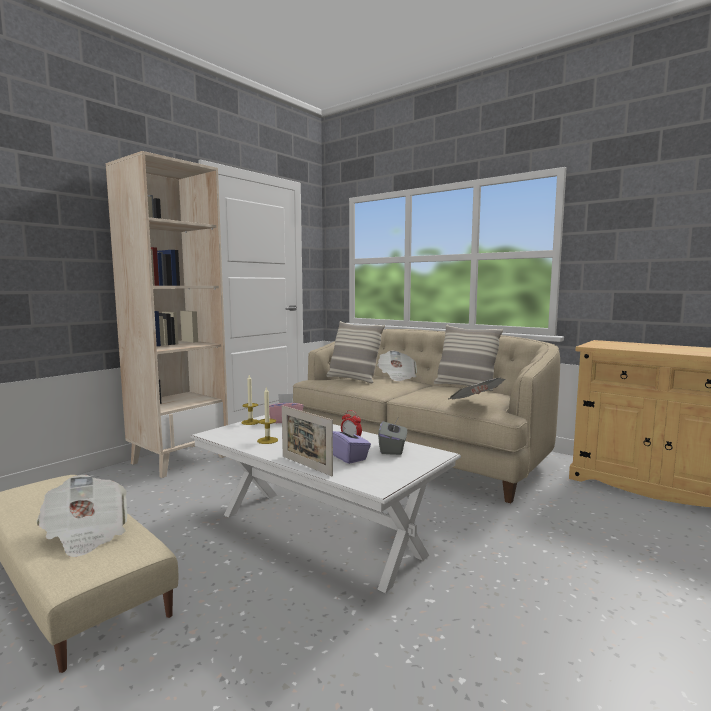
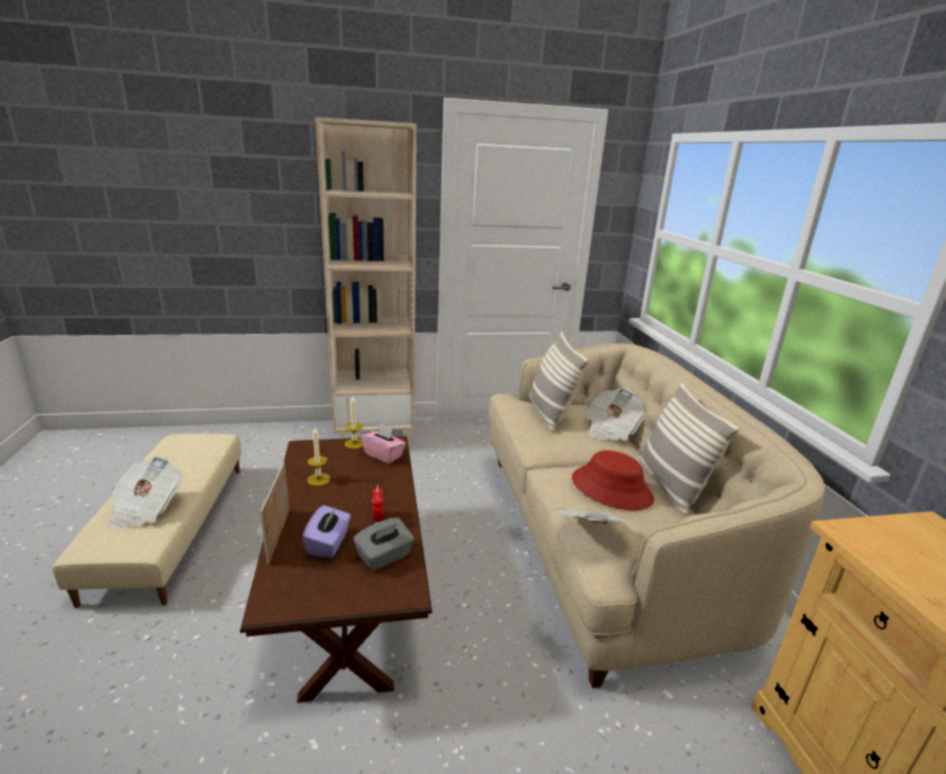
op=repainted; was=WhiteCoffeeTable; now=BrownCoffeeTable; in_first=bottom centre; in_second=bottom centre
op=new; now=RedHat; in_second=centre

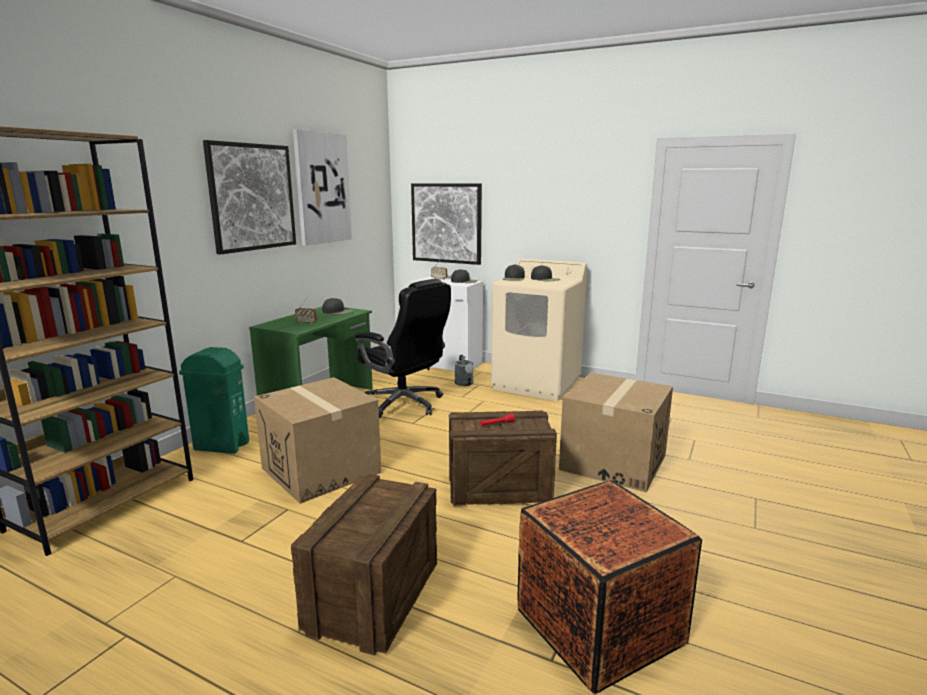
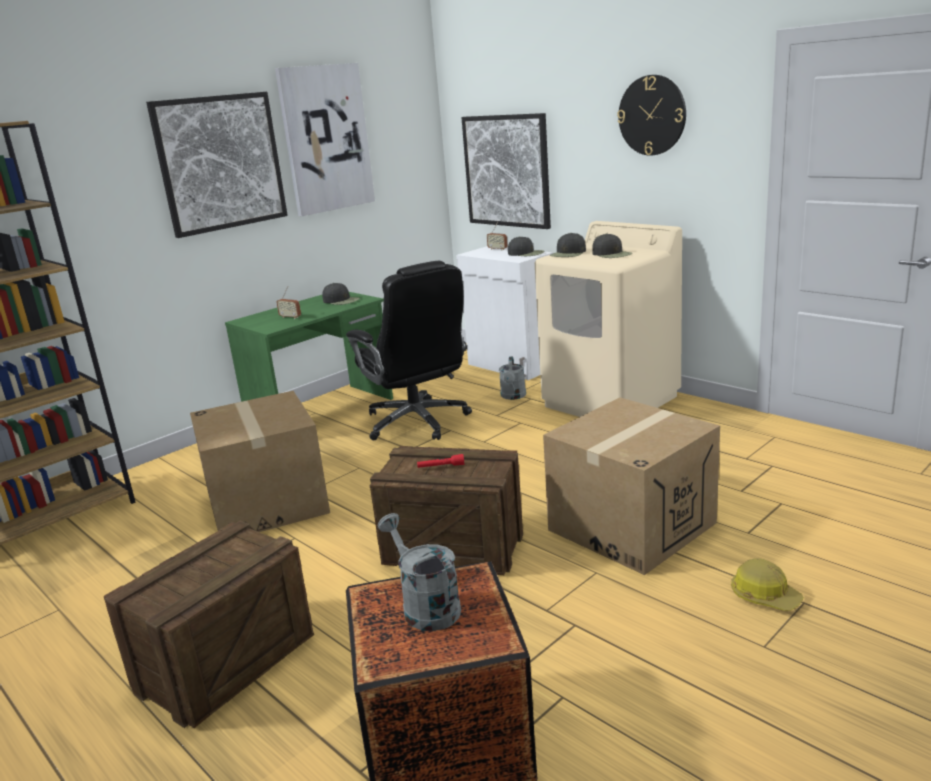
op=new; now=GreyWateringCan (no. 1 from left); in_second=bottom centre
op=new; now=WallClock; in_second=top right
op=new; now=HardHat; in_second=bottom right
op=gone; was=GreenTrashCan; in_first=middle left

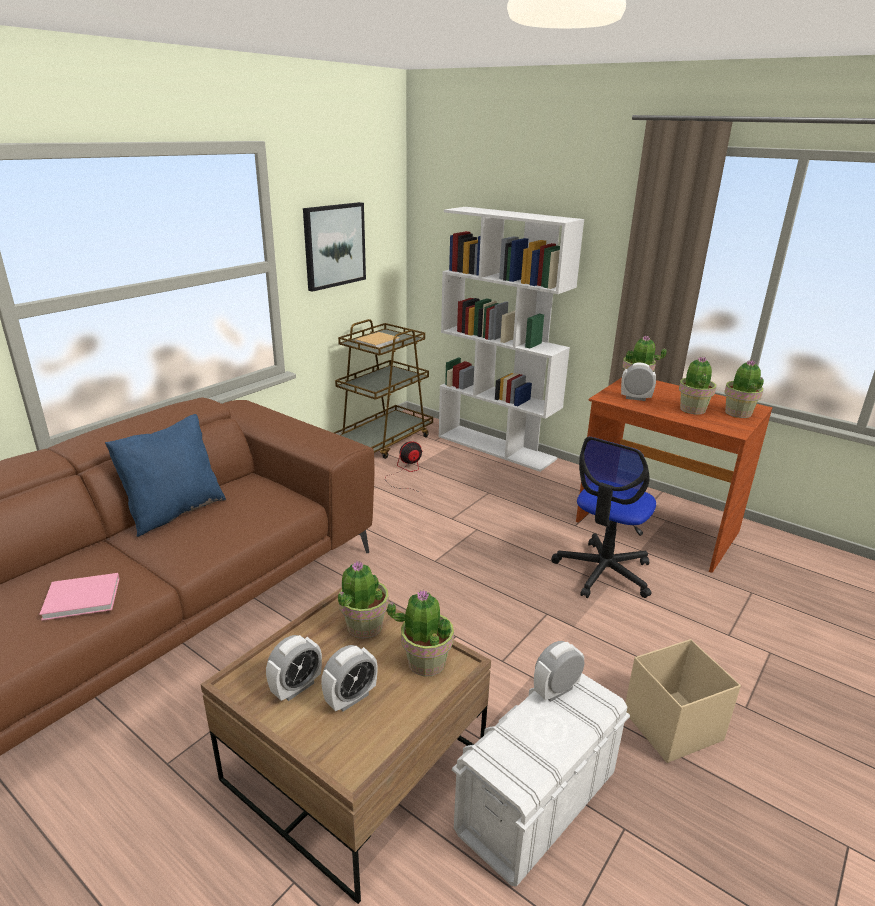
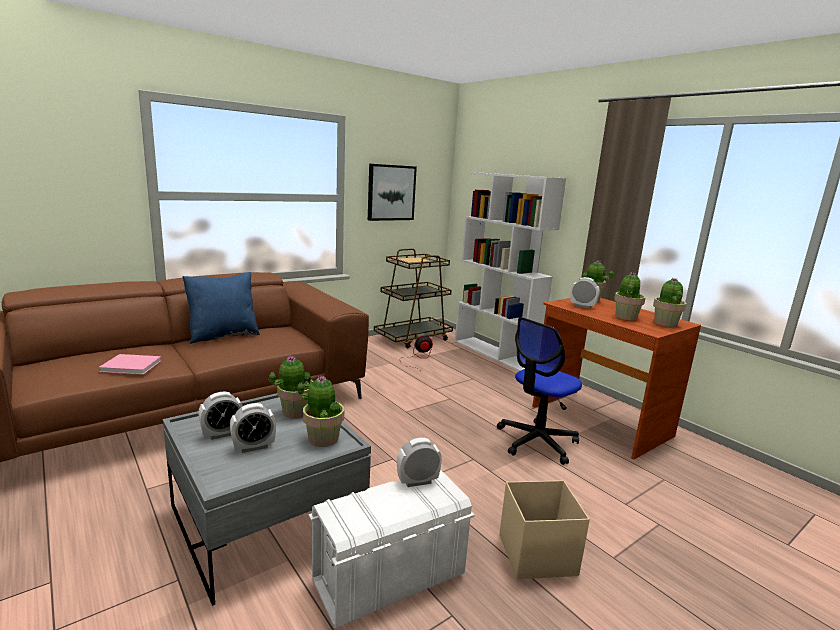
op=repainted; was=BrownCoffeeTable; now=GreyCoffeeTable; in_first=bottom centre; in_second=bottom left

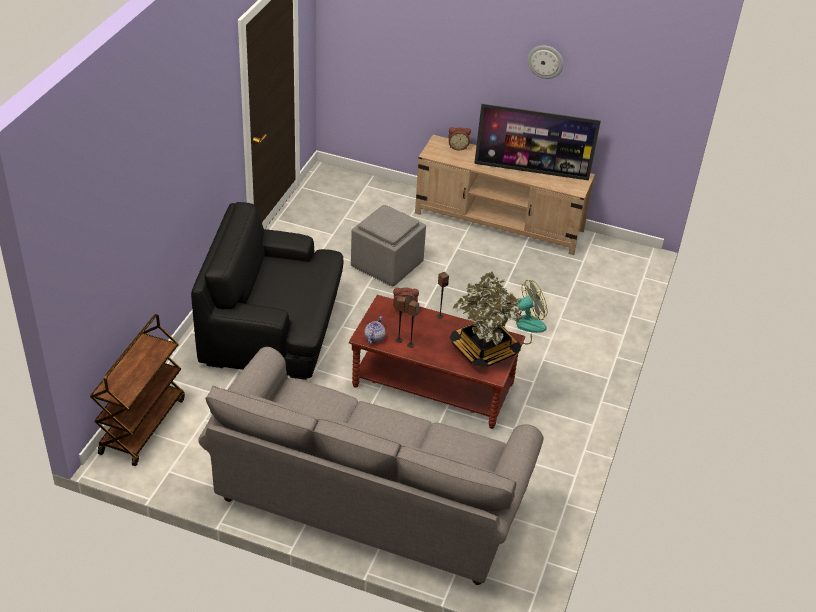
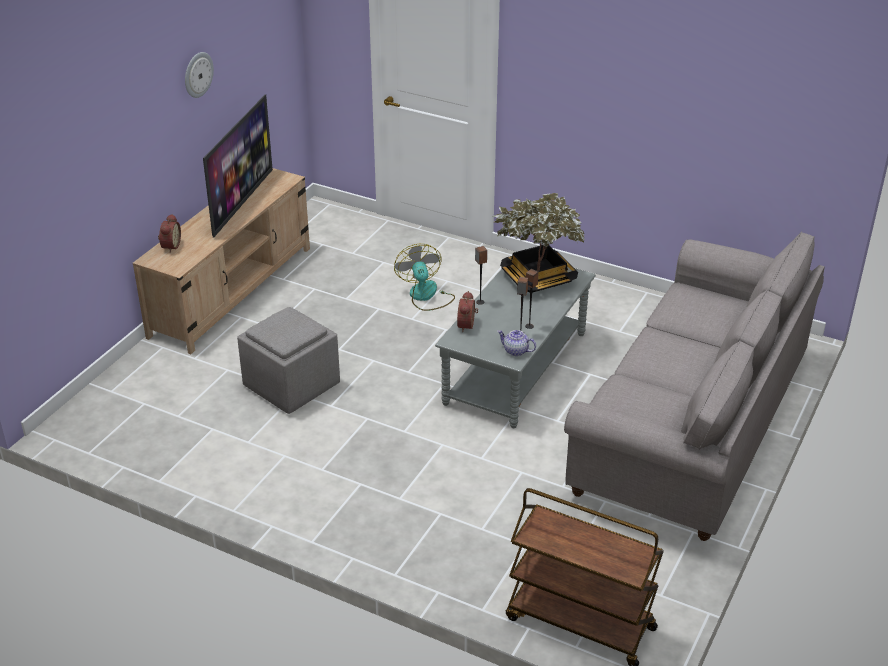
op=repainted; was=BrownCoffeeTable; now=GreyCoffeeTable; in_first=centre; in_second=centre
op=gone; was=BlackArmchair; in_first=middle left

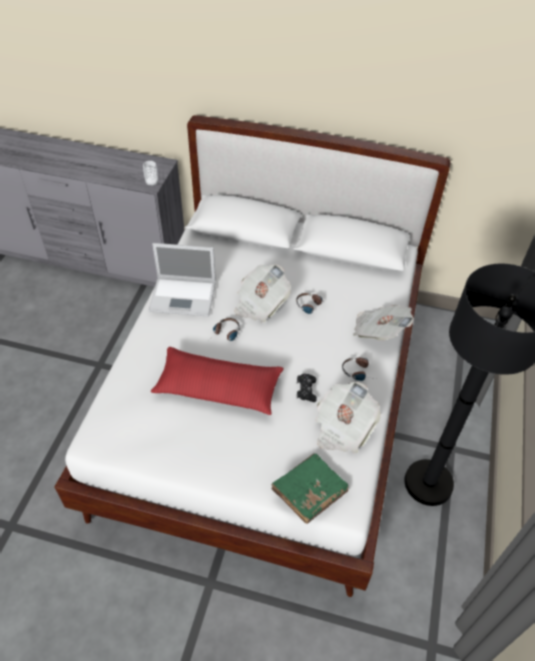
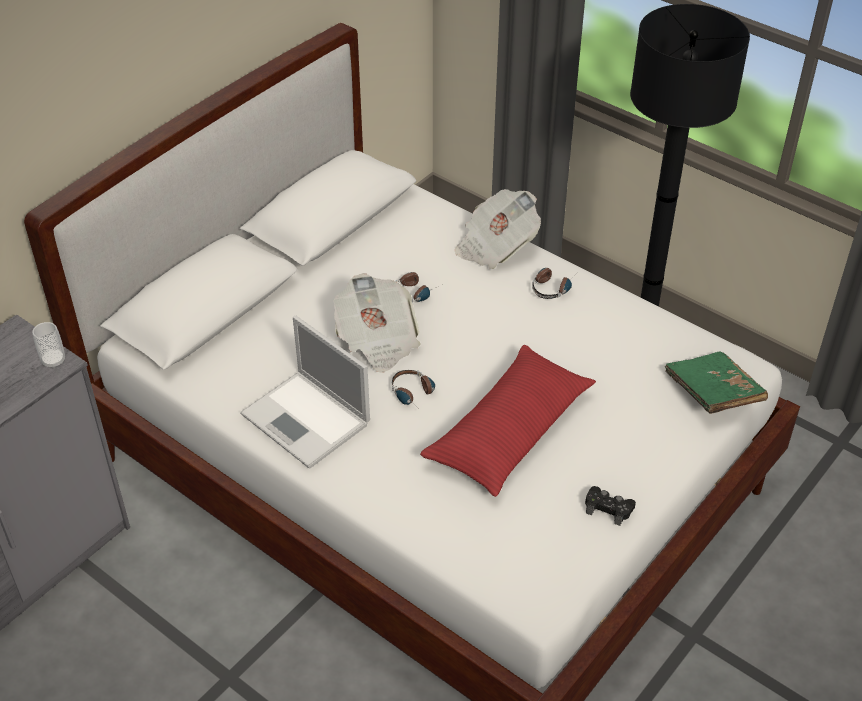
op=rotated; was=Laptop; in_first=centre; in_second=centre; clockwise=105
op=shifted; was=BlackGameController; in_first=centre; in_second=bottom right
op=gone; was=Newspaper (no. 2 from left); in_first=centre

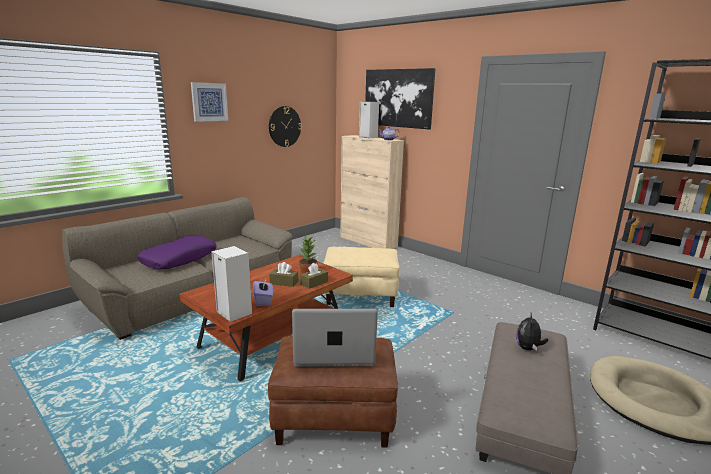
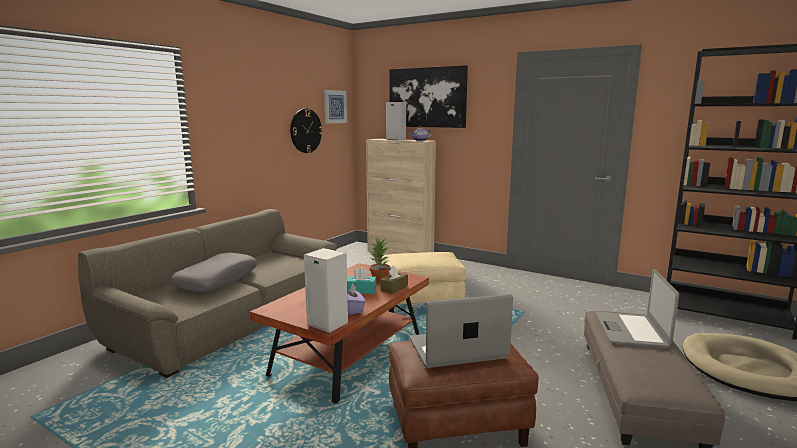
op=repainted; was=PurplePillow; now=GreyPillow; in_first=middle left; in_second=middle left
op=shifted; was=Picture (no. 1 from left); in_first=top left; in_second=top centre
op=repainted; was=BrownTissueBox (no. 1 from left); now=TurquoiseTissueBox; in_first=centre; in_second=centre
op=swapped; was=PlushToy; now=Laptop (no. 2 from left); in_first=bottom right; in_second=bottom right

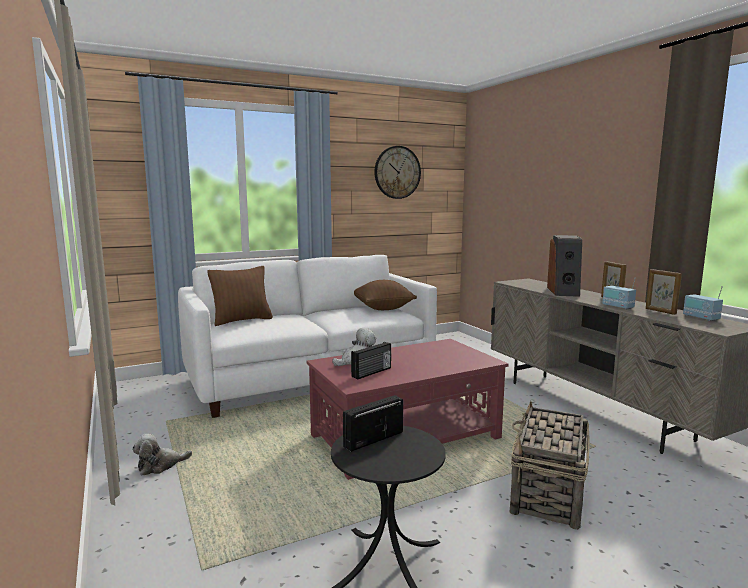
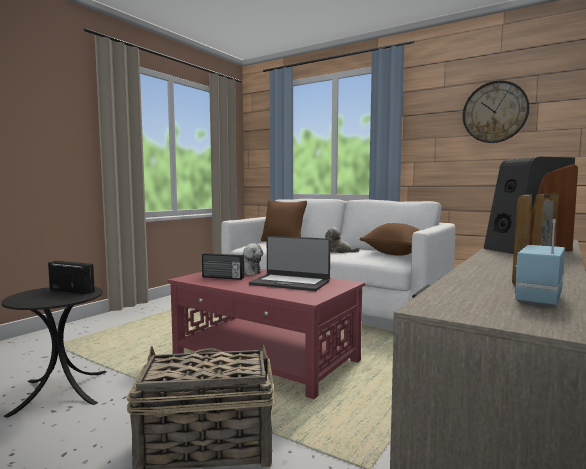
op=new; now=Laptop; in_second=centre
op=shifted; was=PlushToy (no. 1 from left in the first image); now=PlushToy (no. 2 from left); in_first=bottom left; in_second=centre
op=gone; was=Radio (no. 3 from left); in_first=middle right

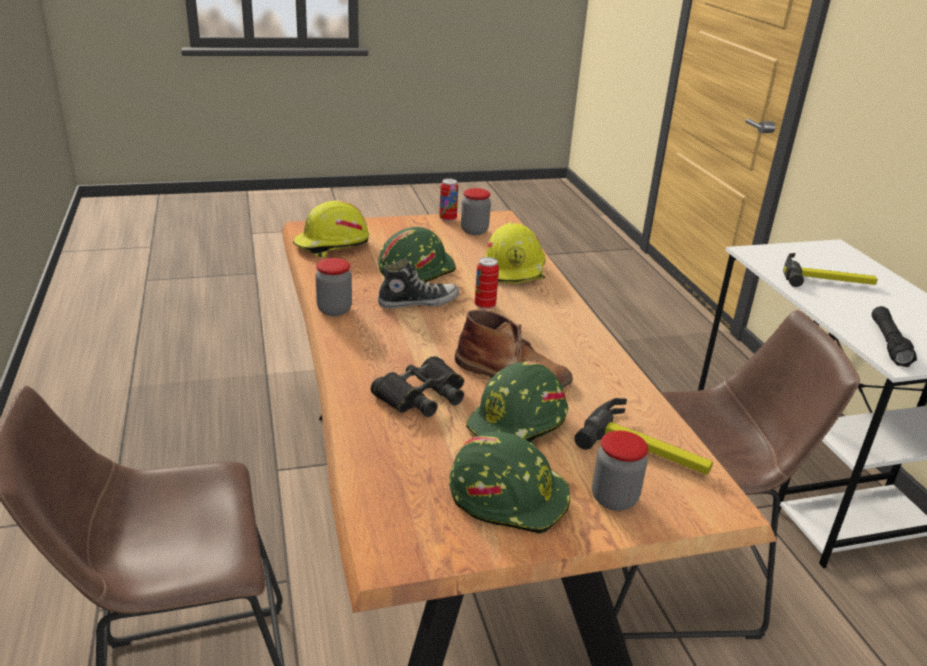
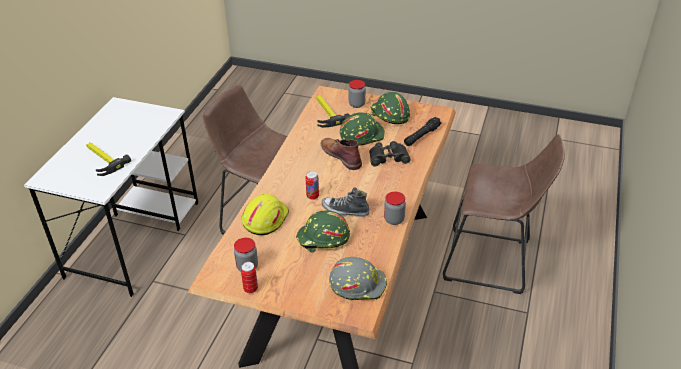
op=repainted; was=YellowHardHat (no. 1 from left); now=GreyHardHat; in_first=centre; in_second=bottom centre
op=shifted; was=BlackFlashlight; in_first=middle right; in_second=centre

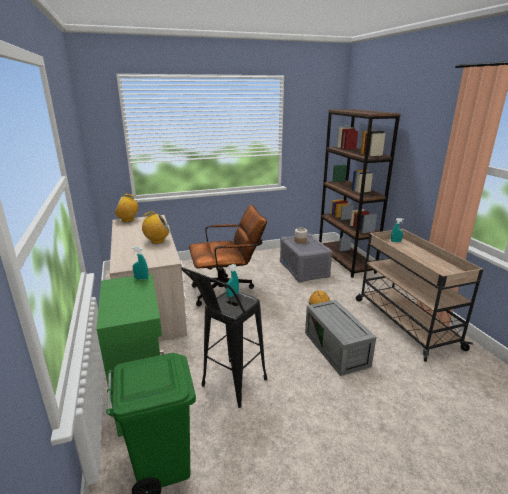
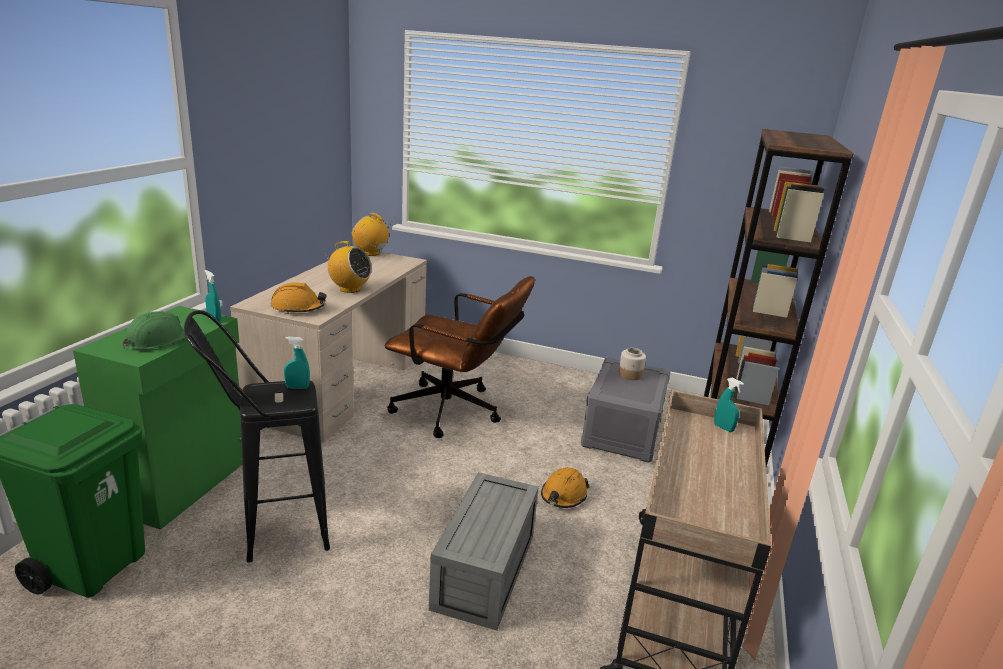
op=new; now=GreenHardHat; in_second=middle left
op=new; now=OrangeHardHat (no. 1 from left); in_second=middle left

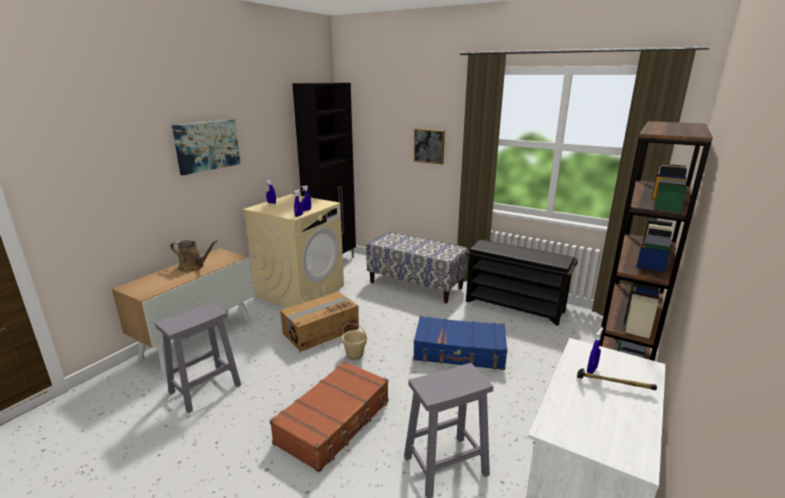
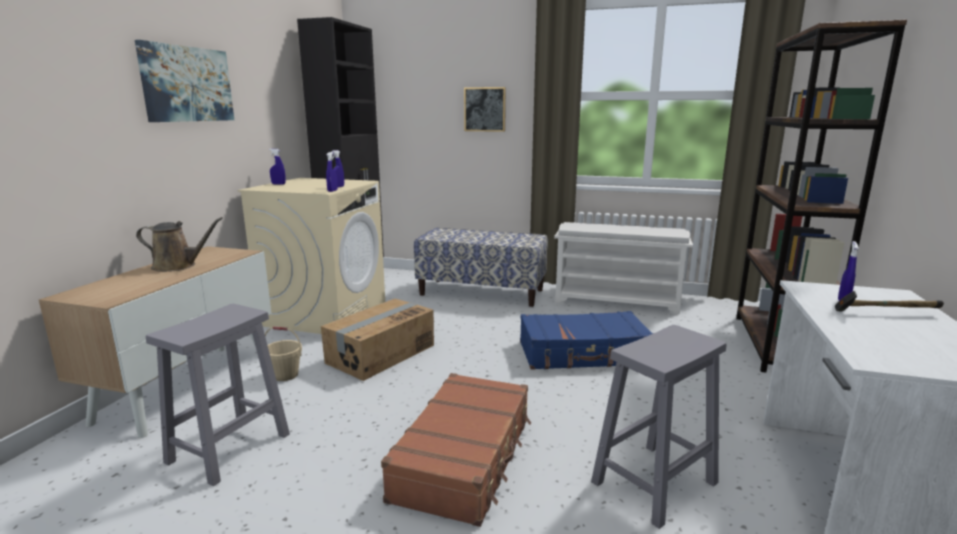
op=shifted; was=BeigeBucket; in_first=bottom centre; in_second=middle left
op=repainted; was=BlackShoeRack; now=WhiteShoeRack; in_first=centre; in_second=centre

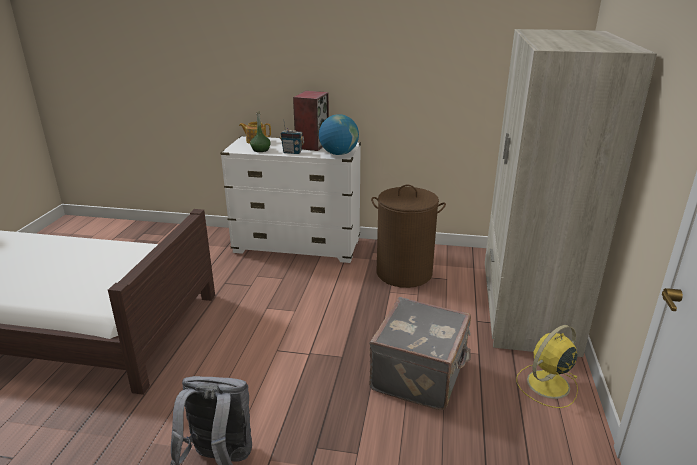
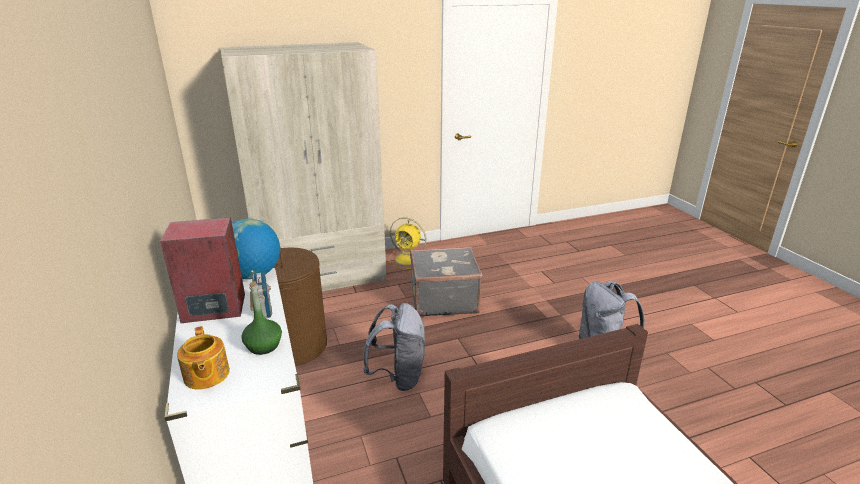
op=new; now=GreyBackpack (no. 1 from left); in_second=bottom centre

